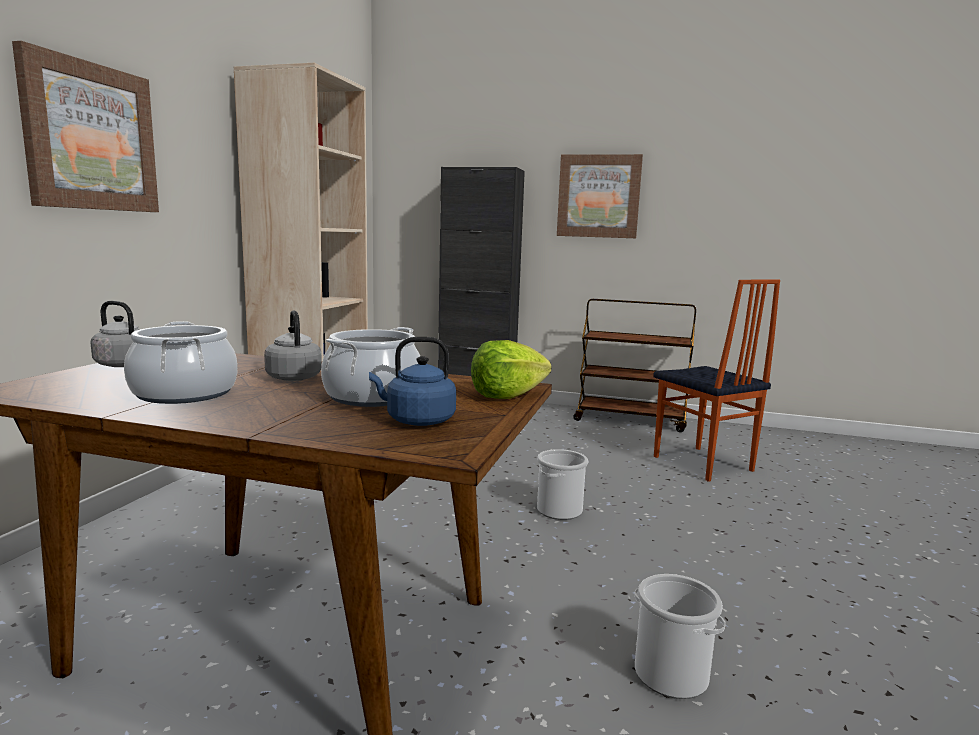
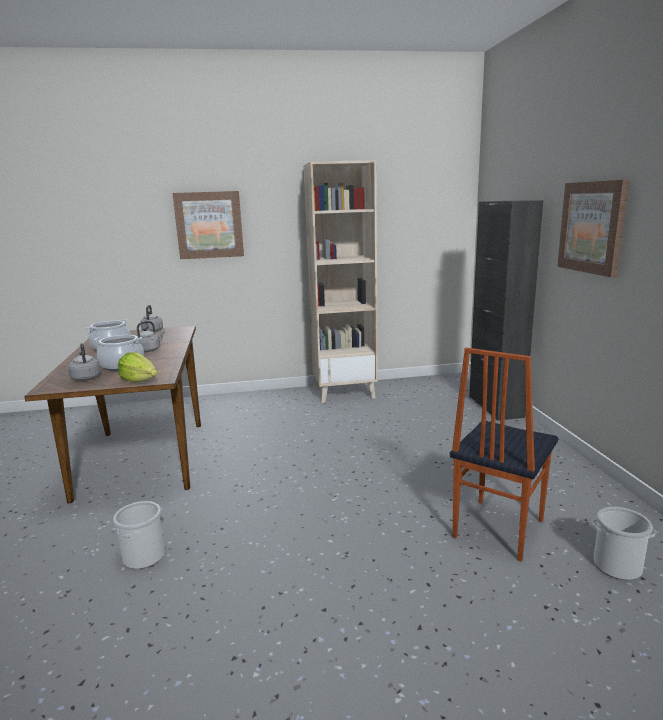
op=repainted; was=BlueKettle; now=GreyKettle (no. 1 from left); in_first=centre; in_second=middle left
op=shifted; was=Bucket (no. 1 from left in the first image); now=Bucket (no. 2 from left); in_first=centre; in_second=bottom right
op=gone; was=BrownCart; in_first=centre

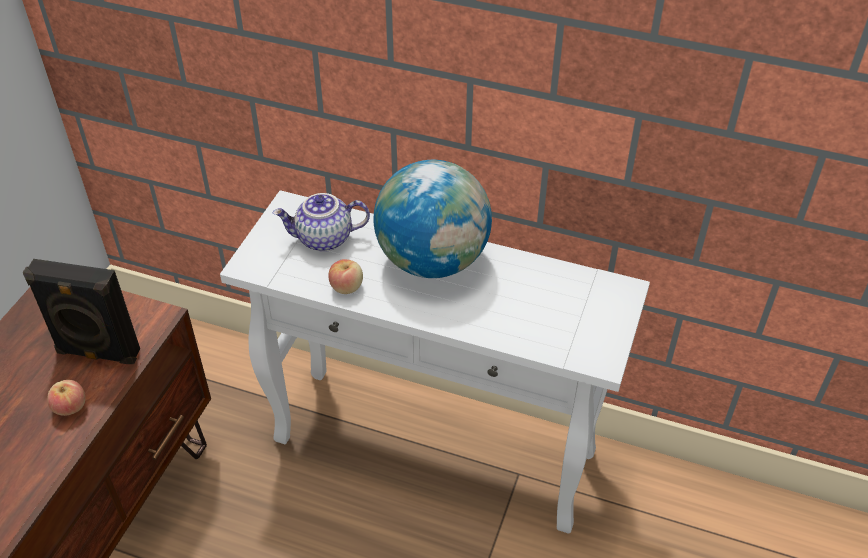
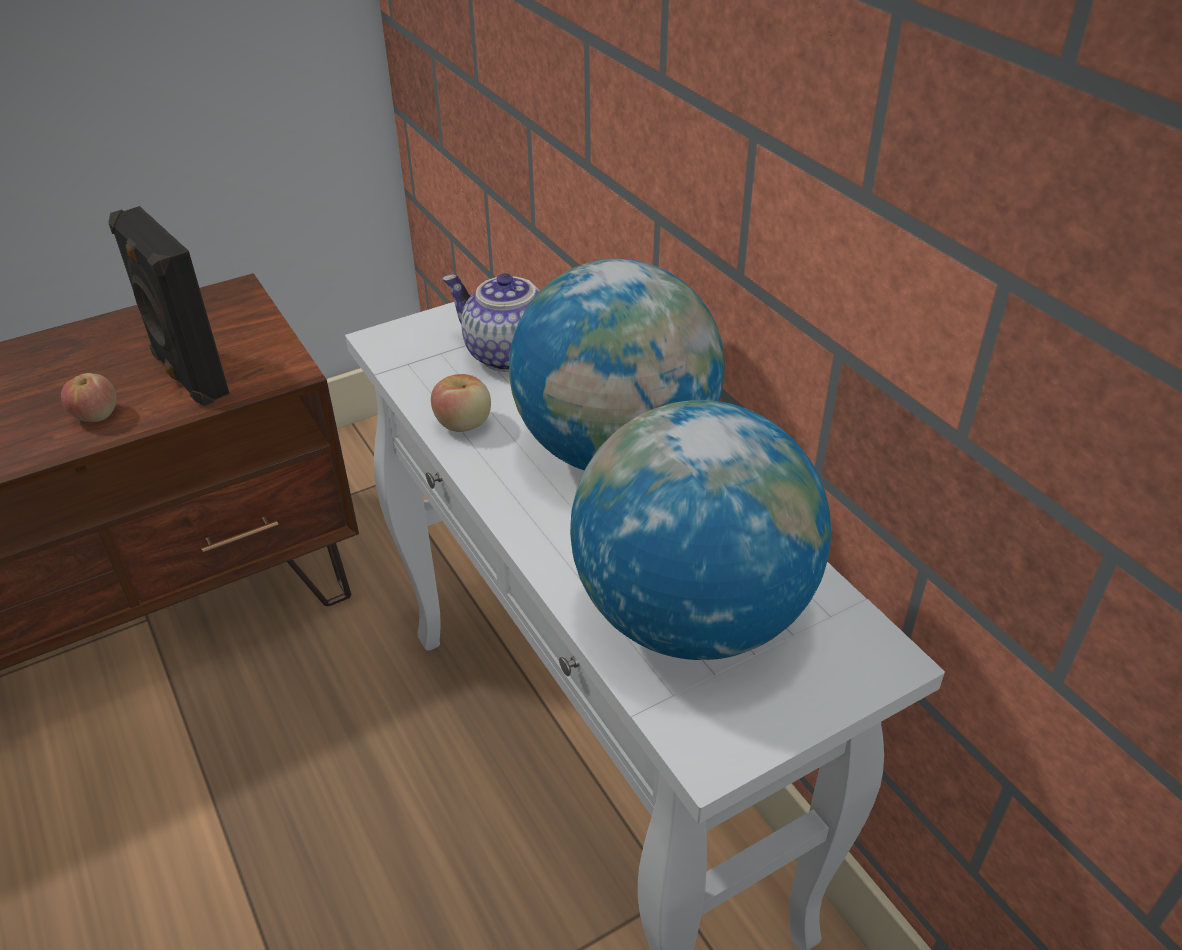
op=new; now=Globe (no. 2 from left); in_second=centre

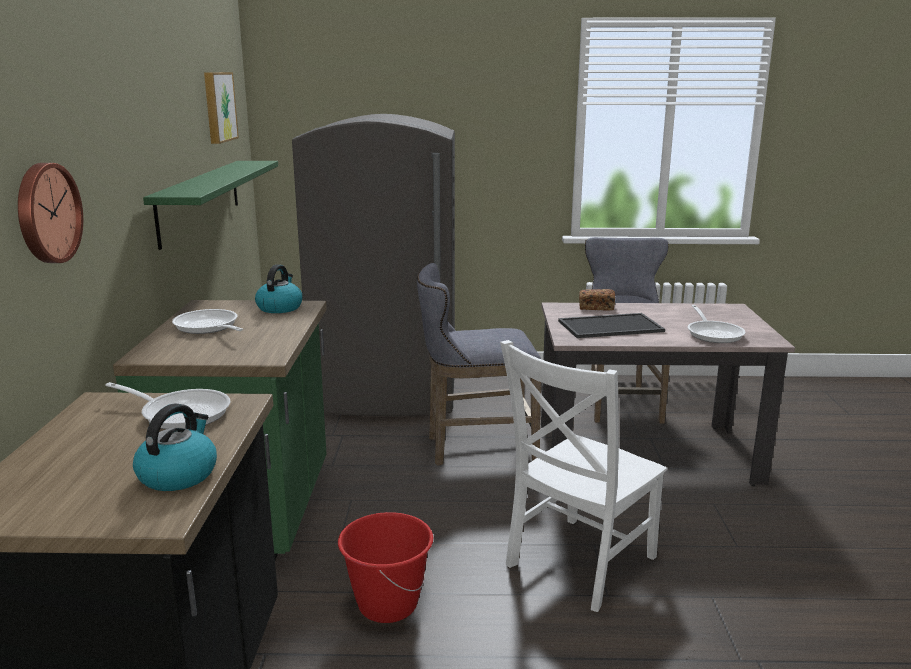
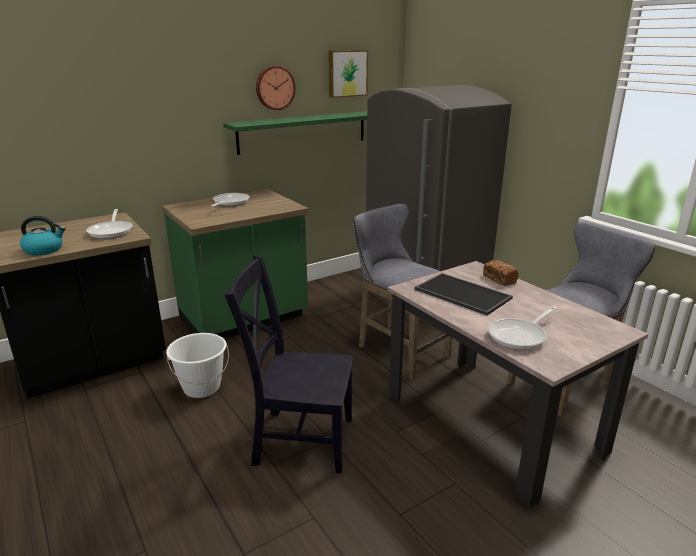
op=repainted; was=RedBucket; now=WhiteBucket; in_first=bottom centre; in_second=middle left
op=repainted; was=WhiteChair; now=BlackChair; in_first=bottom centre; in_second=centre
op=shifted; was=WallClock; in_first=top left; in_second=top centre
op=gone; was=Kettle (no. 2 from left); in_first=middle left

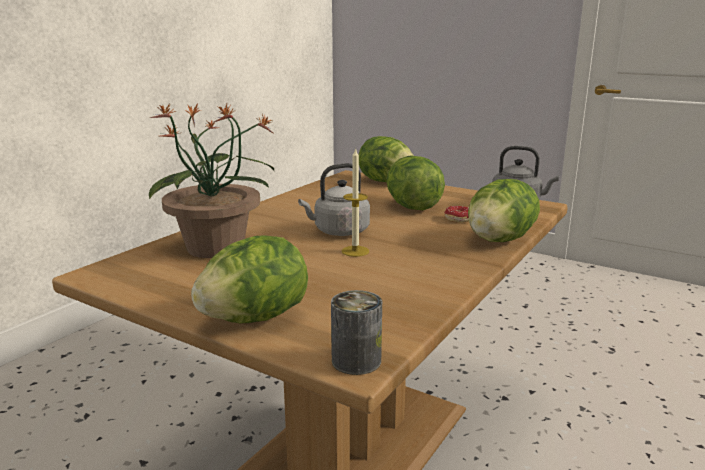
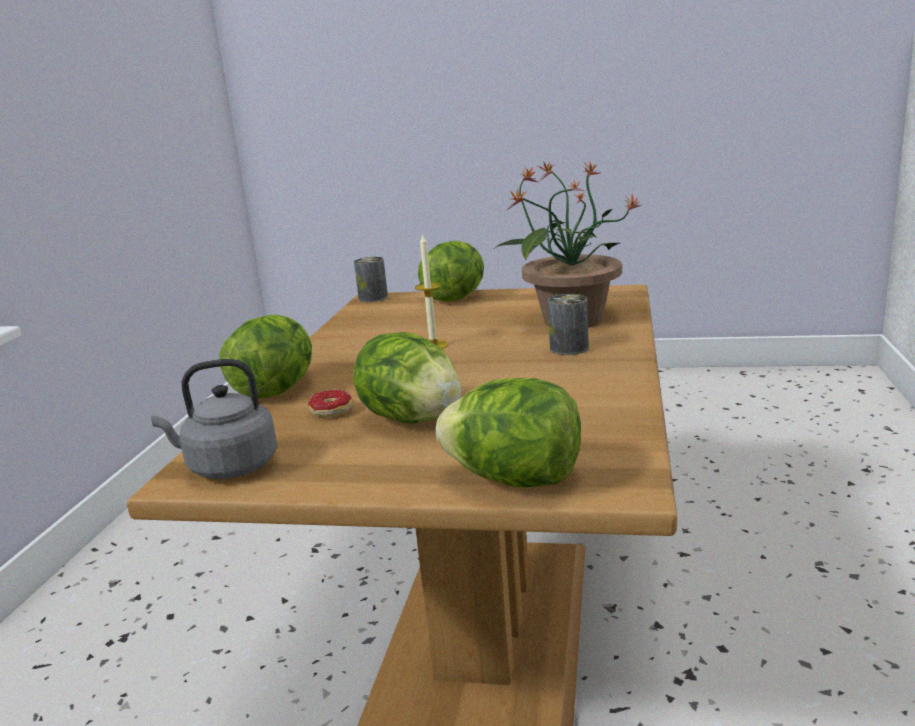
op=new; now=Can (no. 2 from left); in_second=centre
op=gone; was=GreyKettle (no. 1 from left); in_first=centre

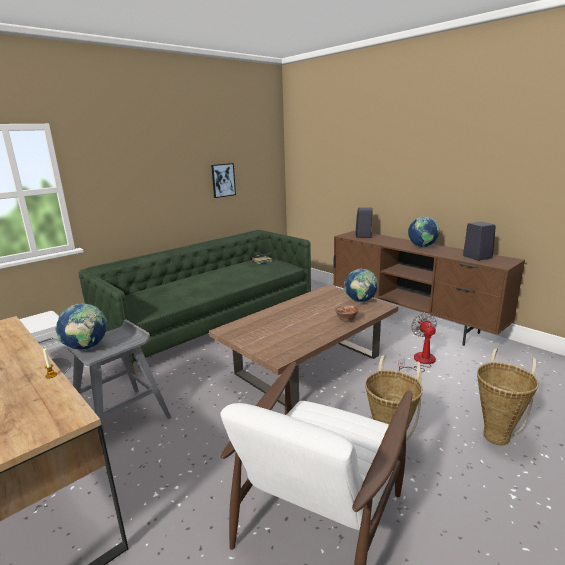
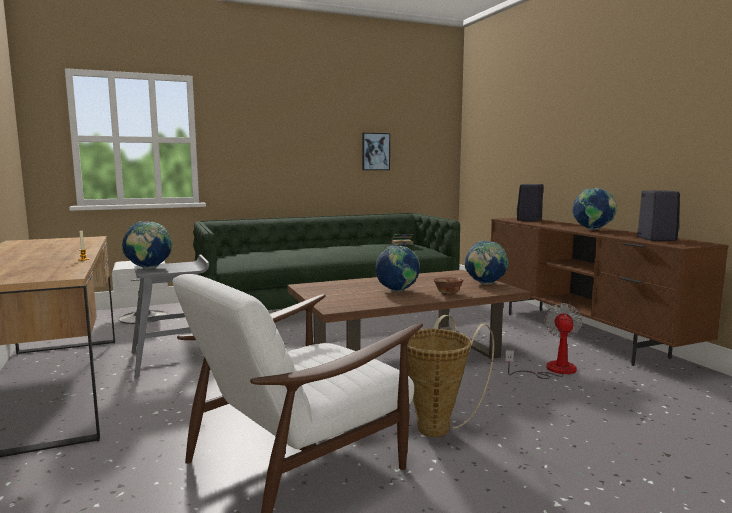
op=new; now=Globe (no. 2 from left); in_second=centre
op=gone; was=Basket (no. 2 from left); in_first=bottom right

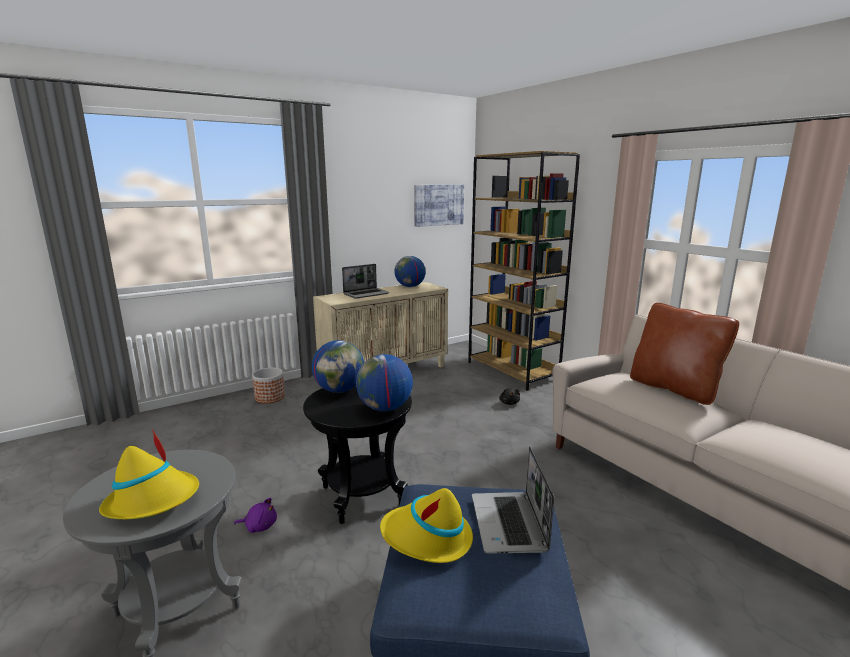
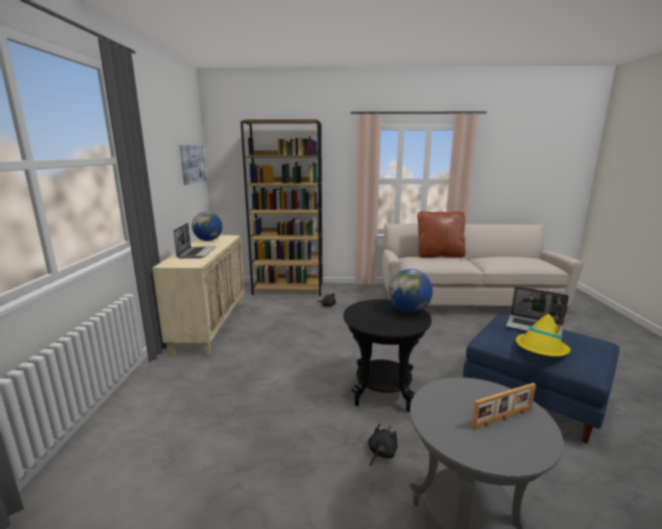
op=repainted; was=PurplePlushToy; now=BlackPlushToy (no. 2 from left); in_first=bottom left; in_second=bottom centre
op=swapped; was=YellowHat (no. 1 from left); now=PictureFrame; in_first=bottom left; in_second=bottom right
op=gone; was=Planter; in_first=middle left
op=gone; was=Globe (no. 1 from left); in_first=centre

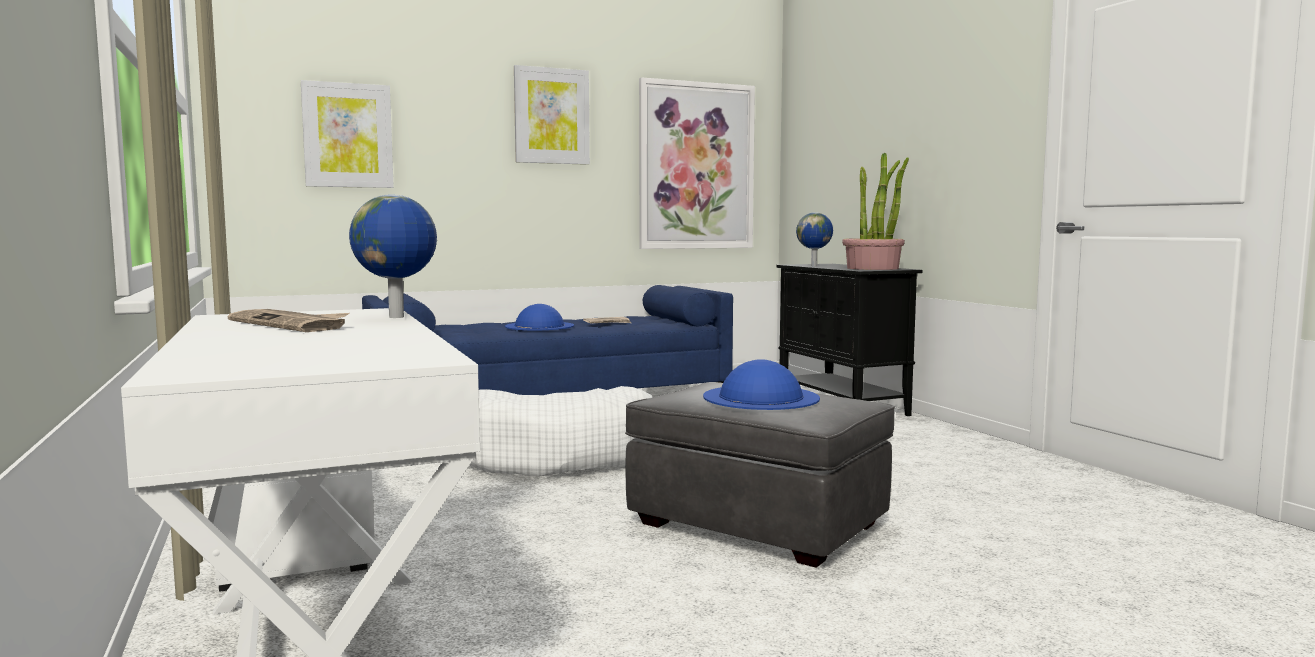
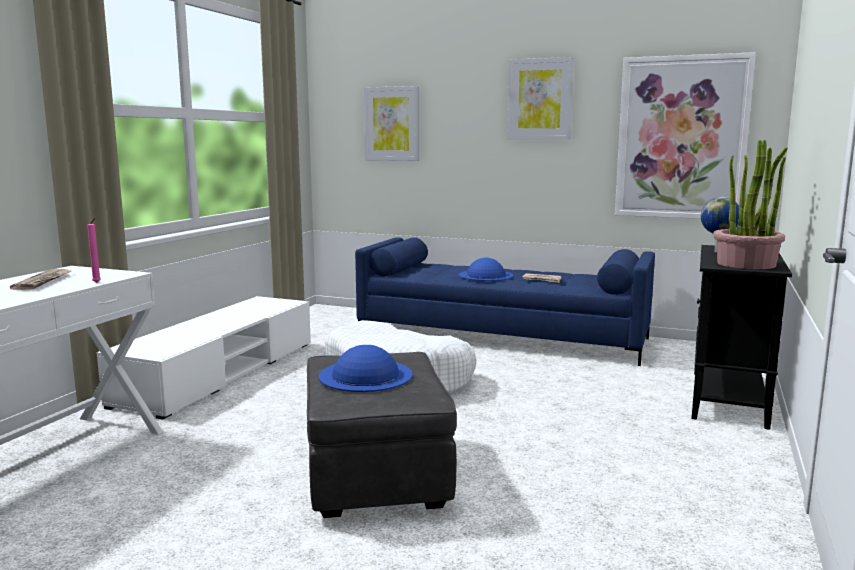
op=swapped; was=Globe (no. 1 from left); now=PinkCandle; in_first=middle left; in_second=middle left

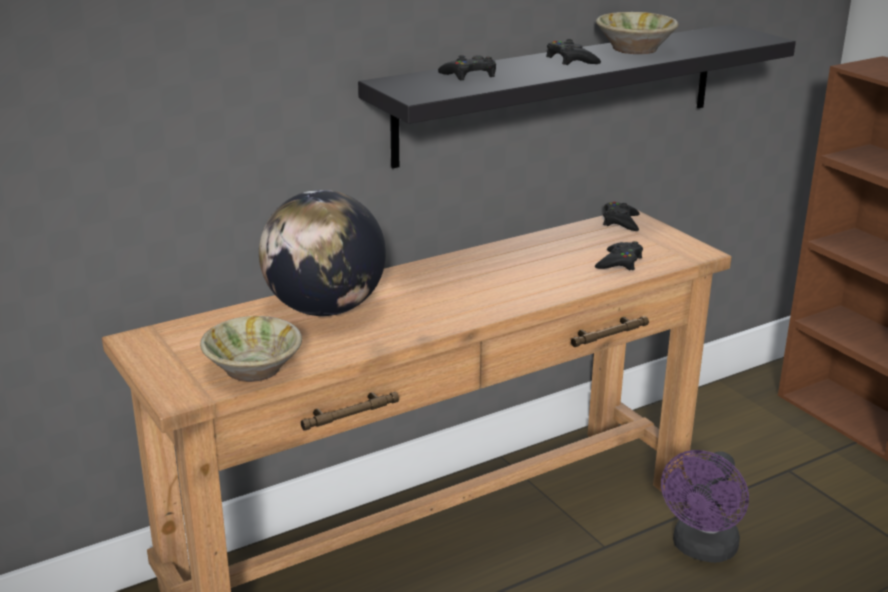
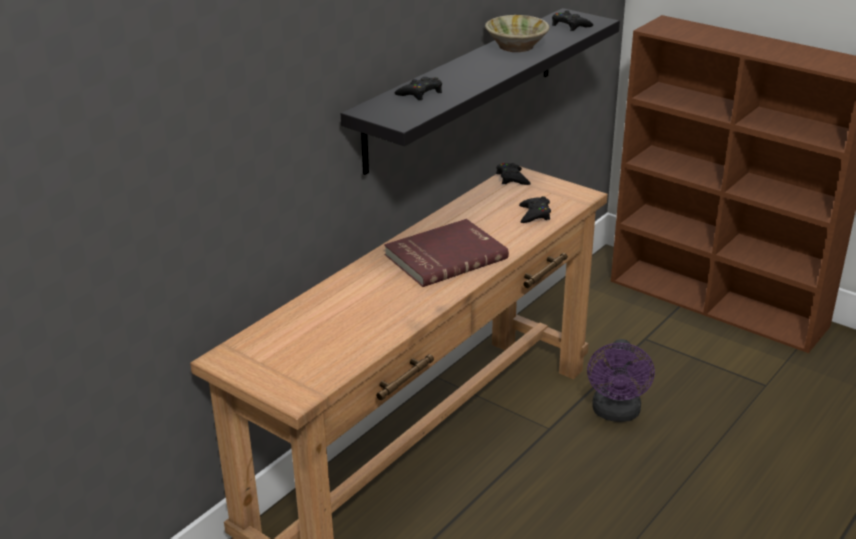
op=new; now=RedBook; in_second=centre
op=shifted; was=BlackGameController (no. 2 from left in the first image); now=BlackGameController (no. 4 from left); in_first=top centre; in_second=top right
op=gone; was=BeigeBowl (no. 1 from left); in_first=middle left
op=gone; was=Globe; in_first=centre

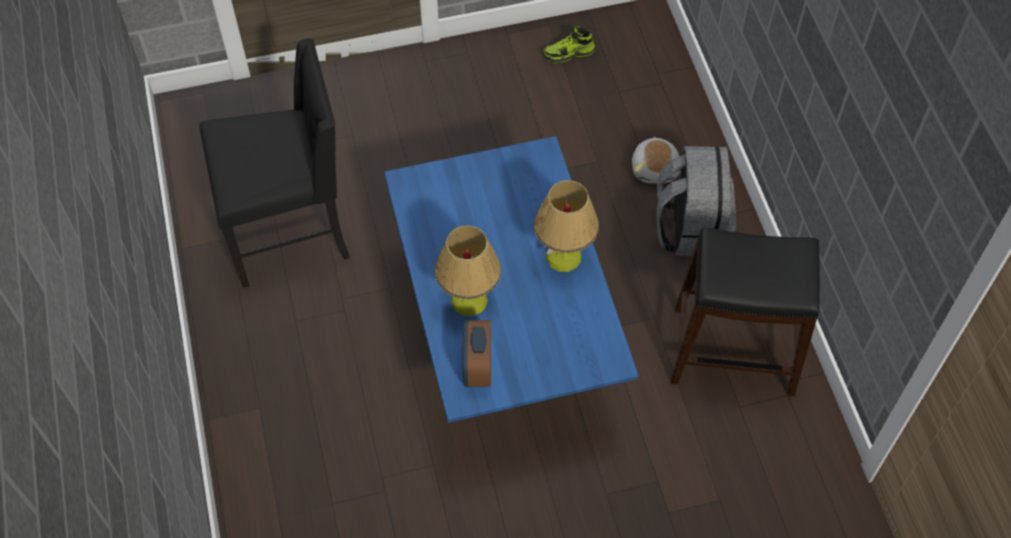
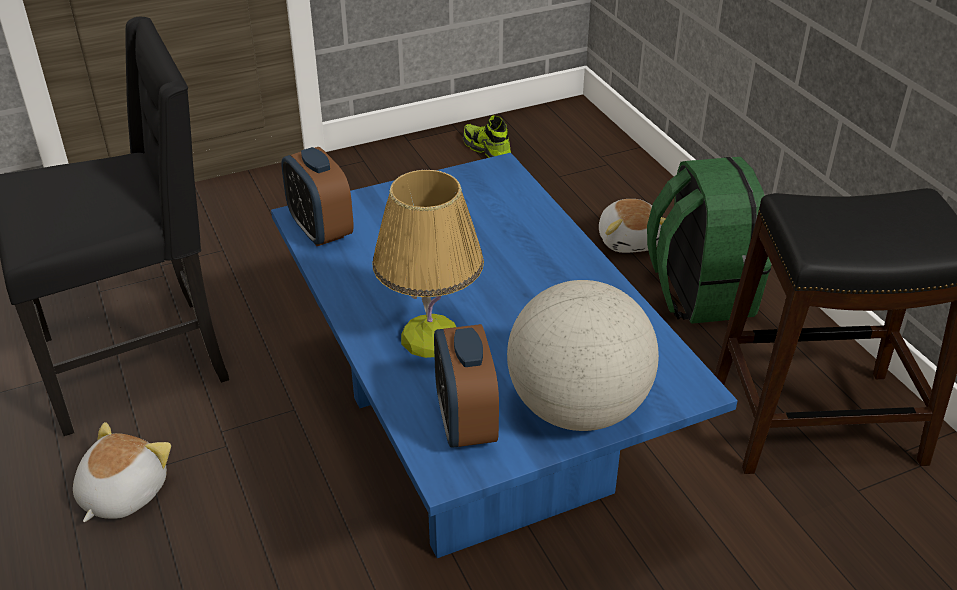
op=new; now=PlushToy (no. 1 from left); in_second=bottom left
op=new; now=AlarmClock (no. 1 from left); in_second=top left
op=rotated; was=Shoe; in_first=top centre; in_second=top centre; clockwise=75
op=new; now=Globe; in_second=centre
op=repainted; was=GreyBackpack; now=GreenBackpack; in_first=middle right; in_second=middle right
op=gone; was=TableLamp (no. 2 from left); in_first=centre

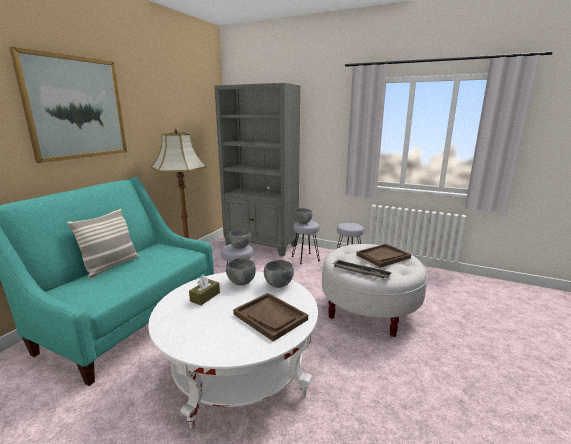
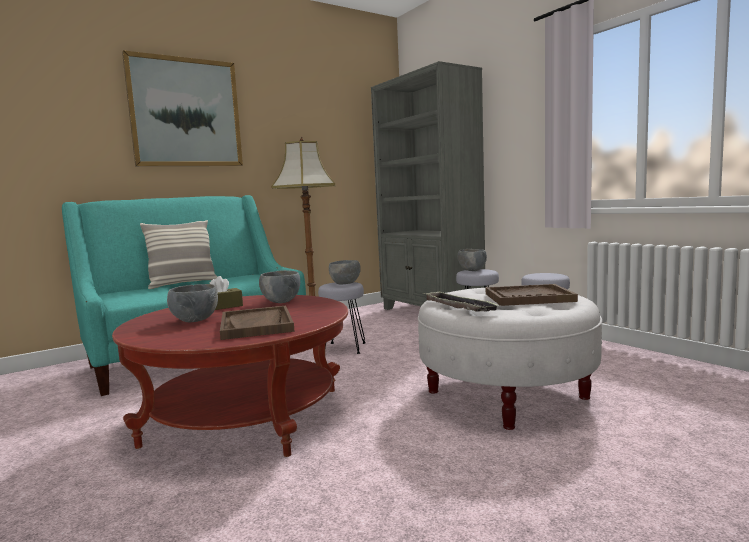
op=repainted; was=WhiteCoffeeTable; now=RedCoffeeTable; in_first=bottom centre; in_second=bottom left
op=shifted; was=GreyBowl (no. 3 from left in the first image); now=GreyBowl (no. 1 from left); in_first=centre; in_second=middle left

